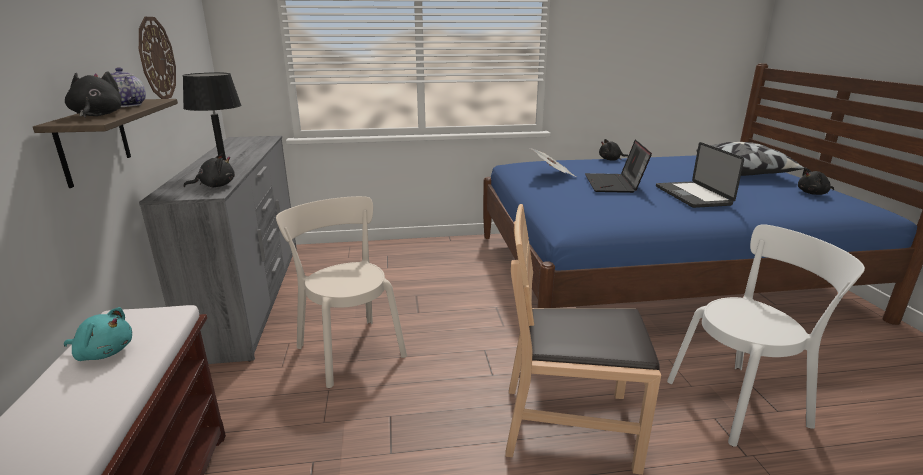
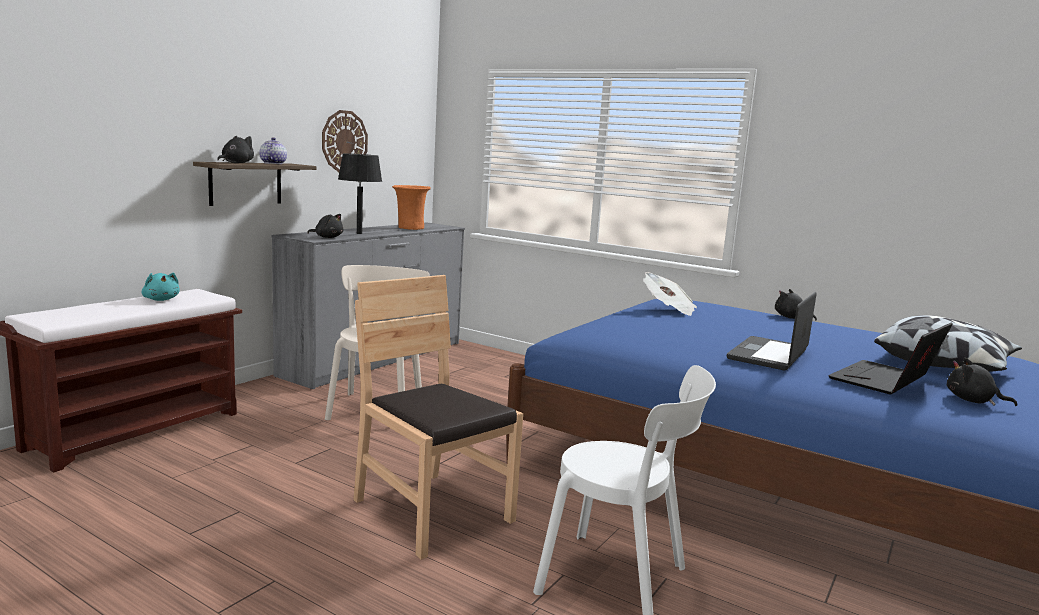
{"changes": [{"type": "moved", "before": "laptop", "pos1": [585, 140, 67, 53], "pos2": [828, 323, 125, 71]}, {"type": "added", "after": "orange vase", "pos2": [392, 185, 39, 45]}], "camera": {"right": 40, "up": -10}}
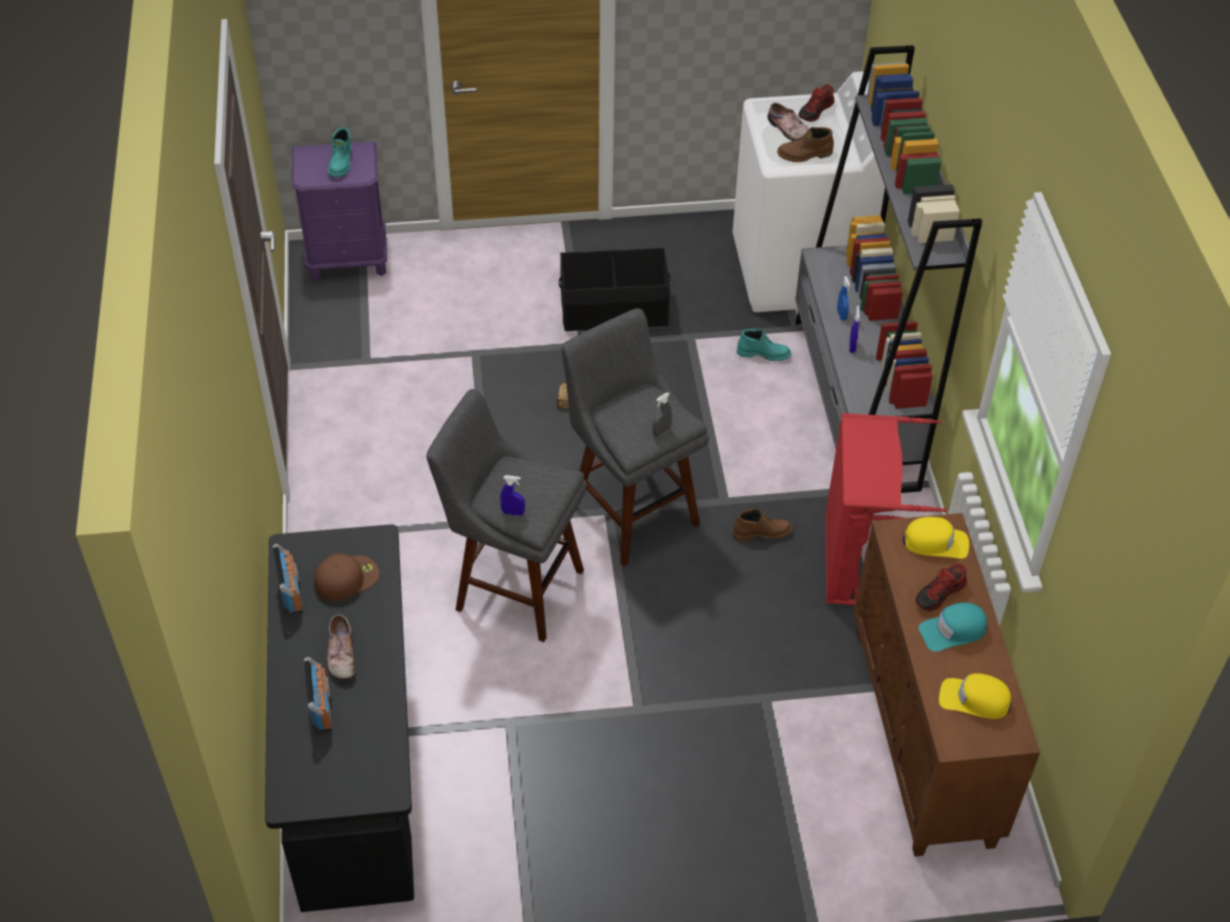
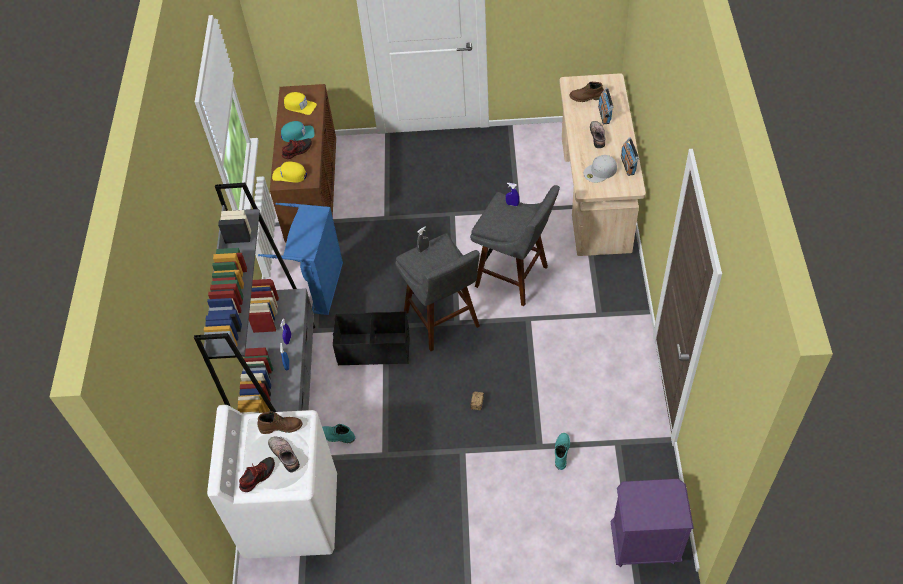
{"changes": [{"type": "moved", "before": "turquoise boot", "pos1": [328, 127, 24, 50], "pos2": [555, 433, 15, 37]}, {"type": "moved", "before": "black storage box", "pos1": [559, 248, 111, 83], "pos2": [333, 311, 77, 55]}, {"type": "recoloured", "before": "red laundry basket", "after": "blue laundry basket", "pos1": [825, 413, 122, 192], "pos2": [258, 203, 85, 112]}, {"type": "moved", "before": "brown boot", "pos1": [733, 509, 59, 32], "pos2": [569, 82, 35, 20]}, {"type": "recoloured", "before": "black desk", "after": "beige desk", "pos1": [265, 524, 149, 388], "pos2": [560, 73, 86, 183]}, {"type": "recoloured", "before": "brown cap", "after": "white cap", "pos1": [314, 553, 66, 49], "pos2": [583, 155, 34, 28]}], "camera": {"right": -170, "up": 5}}
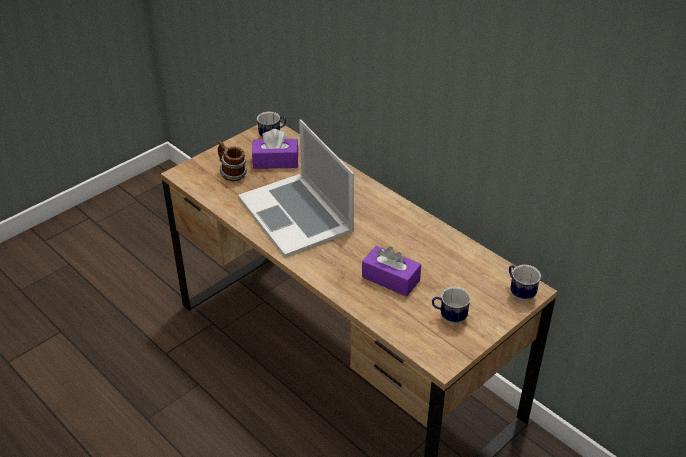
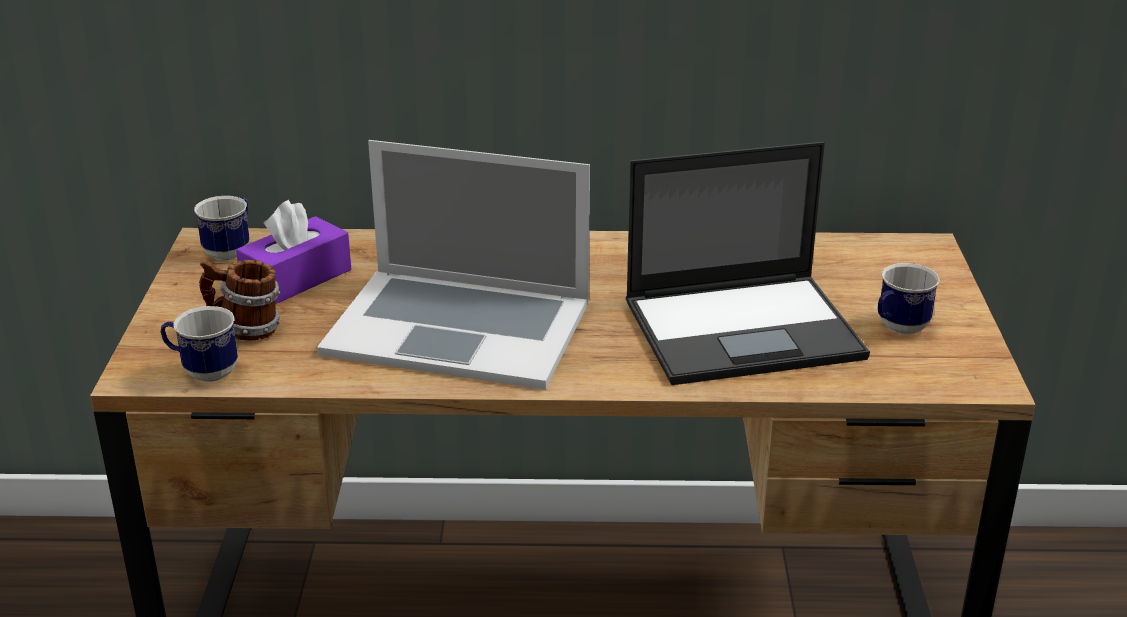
{"changes": [{"type": "replaced", "before": "purple tissue box", "after": "laptop", "pos1": [362, 246, 59, 51], "pos2": [626, 142, 244, 243]}, {"type": "moved", "before": "mug", "pos1": [509, 265, 32, 36], "pos2": [161, 306, 77, 76]}], "camera": {"right": -45, "up": -10}}
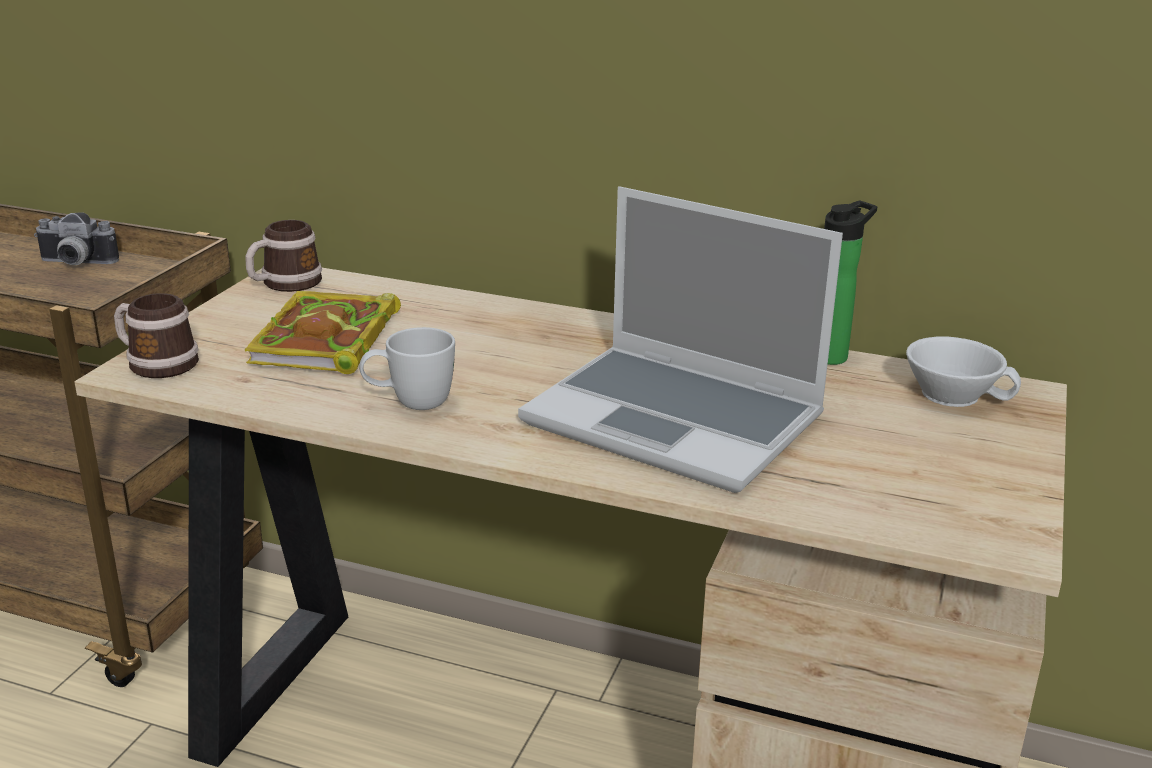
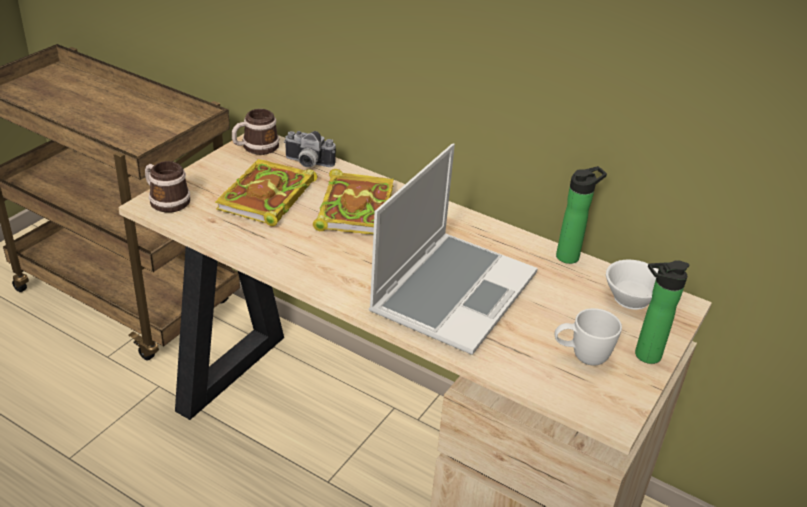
{"changes": [{"type": "turned", "before": "laptop", "pos1": [518, 186, 325, 307], "pos2": [369, 143, 169, 212], "turn": -105}, {"type": "moved", "before": "photo camera", "pos1": [34, 212, 85, 53], "pos2": [284, 131, 52, 36]}, {"type": "moved", "before": "white mug", "pos1": [359, 327, 96, 83], "pos2": [555, 308, 67, 58]}, {"type": "added", "after": "book", "pos2": [313, 169, 81, 65]}, {"type": "added", "after": "bottle", "pos2": [635, 260, 55, 104]}], "camera": {"right": 10, "up": 10}}
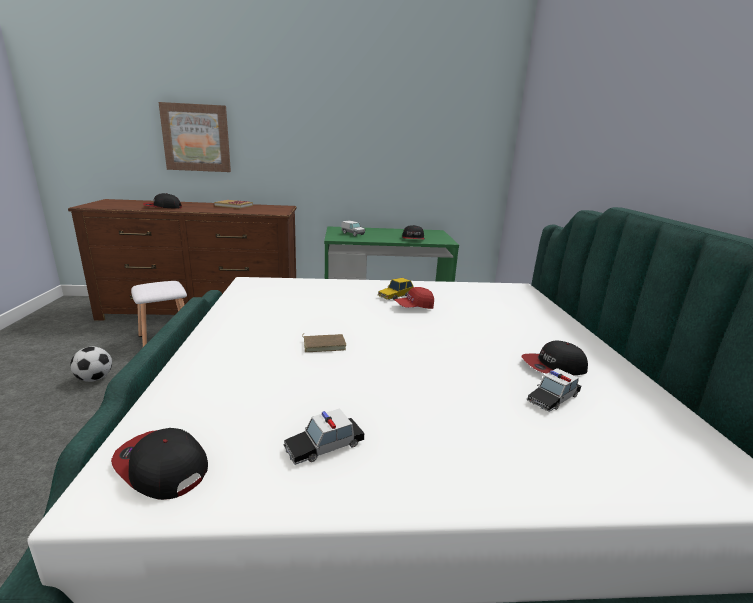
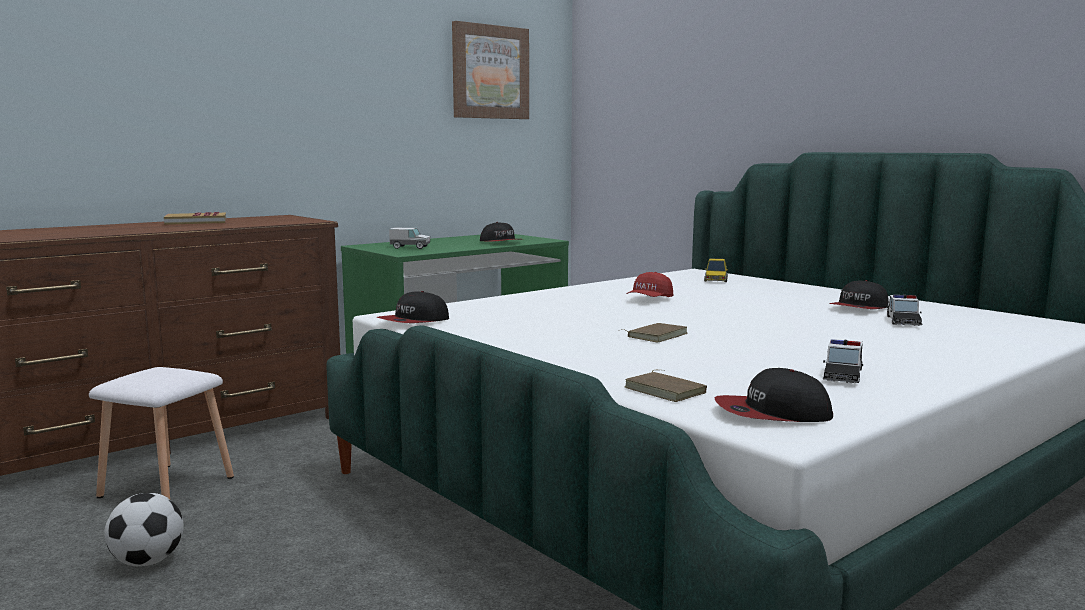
{"changes": [{"type": "moved", "before": "picture", "pos1": [158, 102, 73, 70], "pos2": [452, 21, 77, 98]}, {"type": "moved", "before": "cap", "pos1": [143, 193, 39, 16], "pos2": [377, 291, 72, 32]}, {"type": "moved", "before": "toy car", "pos1": [378, 278, 36, 22], "pos2": [704, 258, 24, 24]}, {"type": "added", "after": "brown book", "pos2": [624, 370, 83, 32]}], "camera": {"right": -35, "up": -10}}
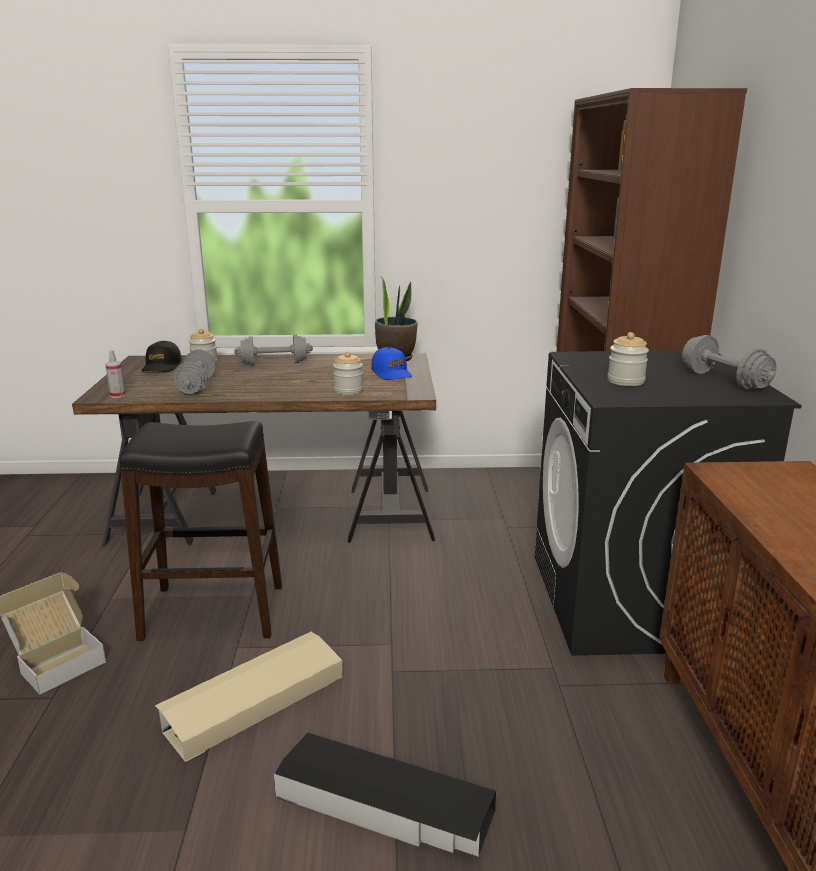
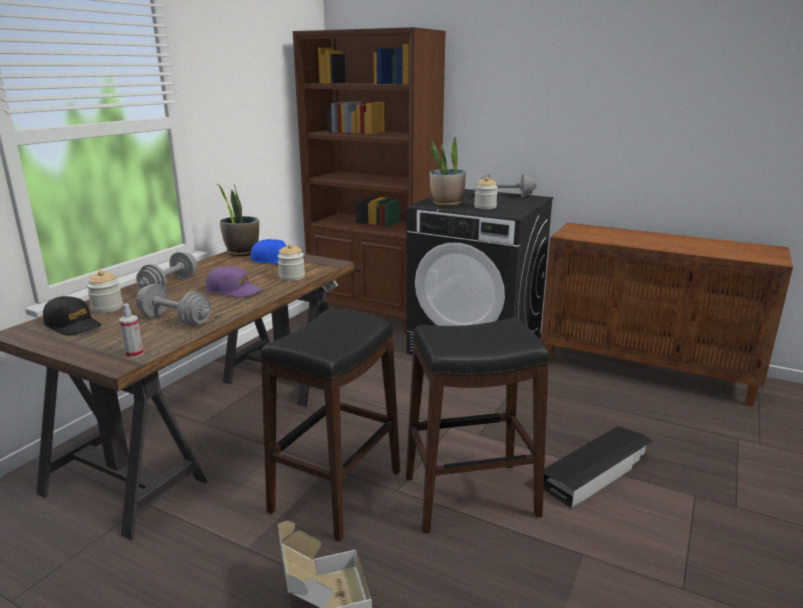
{"changes": [{"type": "replaced", "before": "beige storage box", "after": "black stool", "pos1": [155, 631, 188, 131], "pos2": [406, 318, 143, 215]}, {"type": "added", "after": "potted plant", "pos2": [429, 137, 37, 69]}, {"type": "added", "after": "purple cap", "pos2": [206, 266, 57, 32]}], "camera": {"right": -60, "up": 0}}
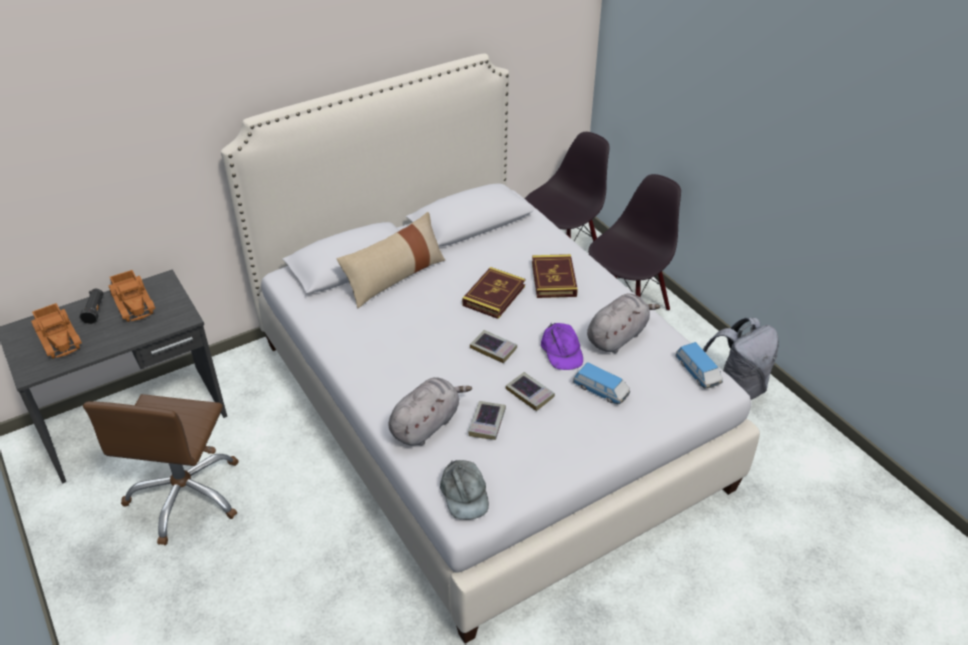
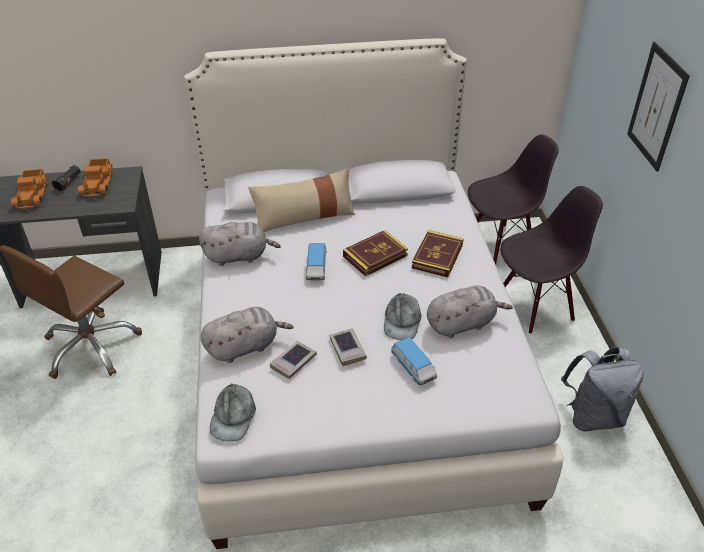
{"changes": [{"type": "recoloured", "before": "purple cap", "after": "grey cap", "pos1": [541, 323, 42, 47], "pos2": [384, 292, 37, 48]}, {"type": "removed", "before": "book", "pos1": [470, 330, 47, 33]}, {"type": "moved", "before": "toy car", "pos1": [675, 342, 48, 47], "pos2": [305, 243, 22, 37]}, {"type": "added", "after": "picture", "pos2": [627, 42, 63, 130]}, {"type": "added", "after": "grey plush toy", "pos2": [199, 222, 82, 44]}], "camera": {"right": 25, "up": 0}}
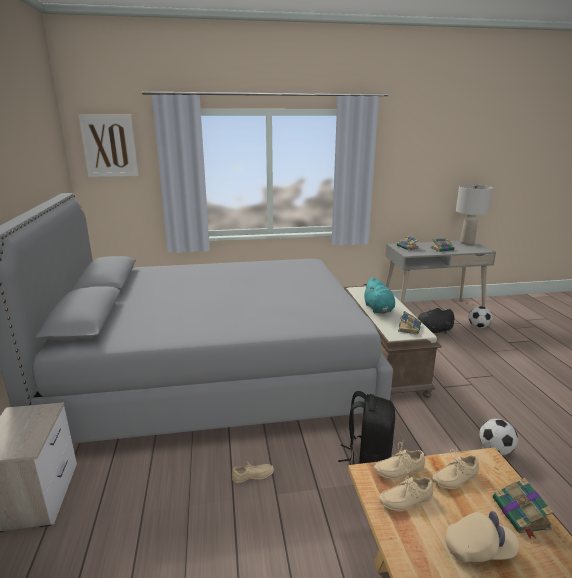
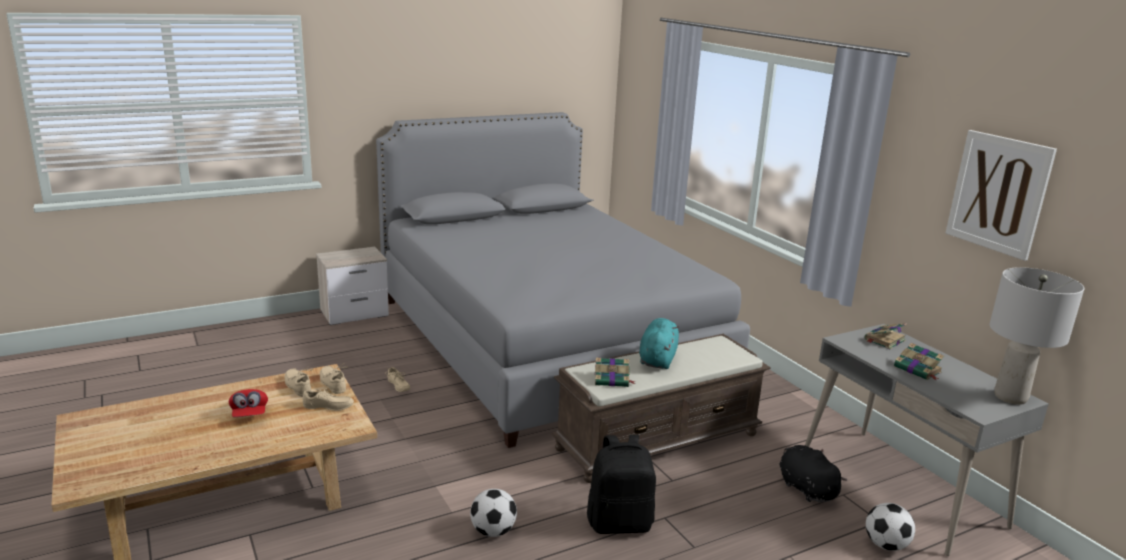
{"changes": [{"type": "moved", "before": "picture", "pos1": [79, 115, 60, 62], "pos2": [946, 130, 111, 131]}, {"type": "turned", "before": "turquoise plush toy", "pos1": [364, 277, 31, 37], "pos2": [639, 318, 40, 51], "turn": 135}, {"type": "moved", "before": "black backpack", "pos1": [338, 391, 57, 74], "pos2": [587, 435, 69, 99]}, {"type": "turned", "before": "beige shoe", "pos1": [432, 449, 47, 40], "pos2": [303, 389, 51, 22], "turn": 135}, {"type": "removed", "before": "book", "pos1": [493, 478, 61, 61]}, {"type": "recoloured", "before": "beige cap", "after": "red cap", "pos1": [445, 511, 74, 51], "pos2": [229, 389, 39, 28]}], "camera": {"right": 70, "up": 0}}
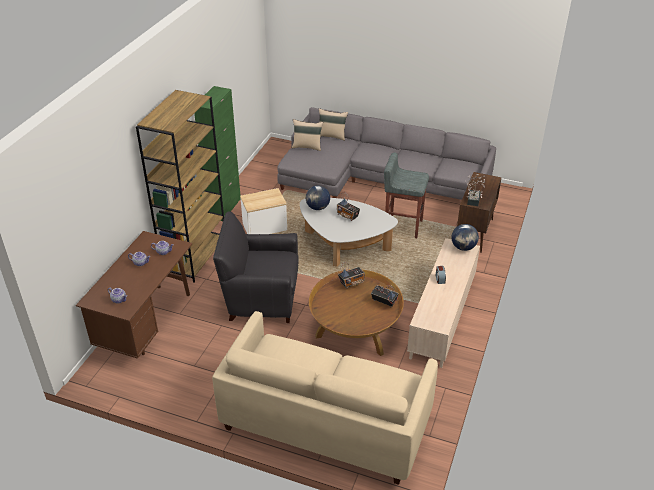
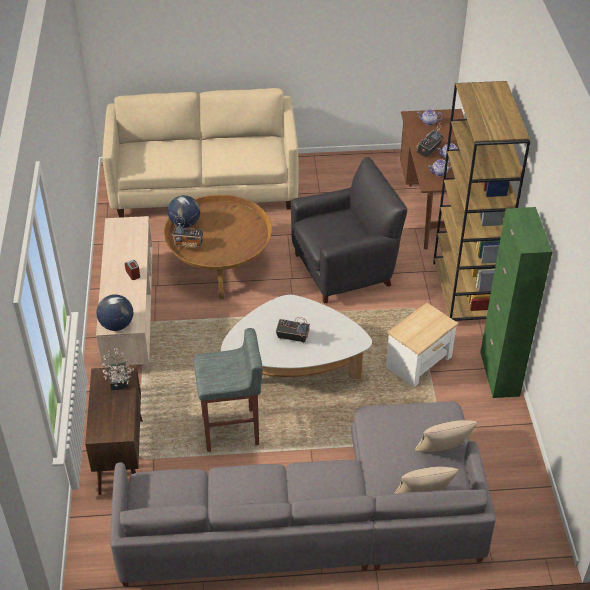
{"changes": [{"type": "moved", "before": "globe", "pos1": [306, 186, 24, 24], "pos2": [168, 195, 32, 33]}, {"type": "moved", "before": "radio", "pos1": [338, 262, 27, 27], "pos2": [416, 122, 28, 36]}], "camera": {"right": 155, "up": 5}}
